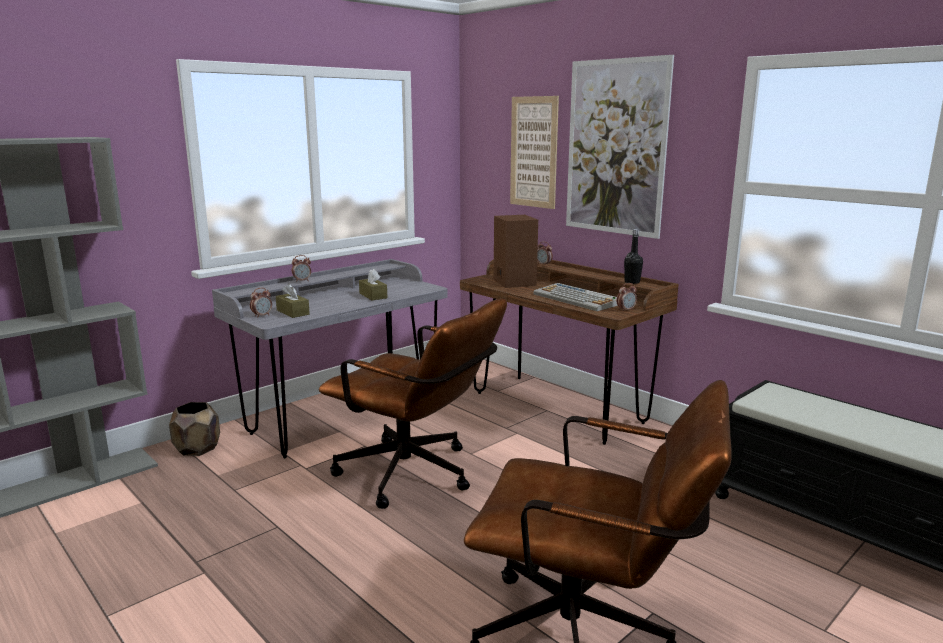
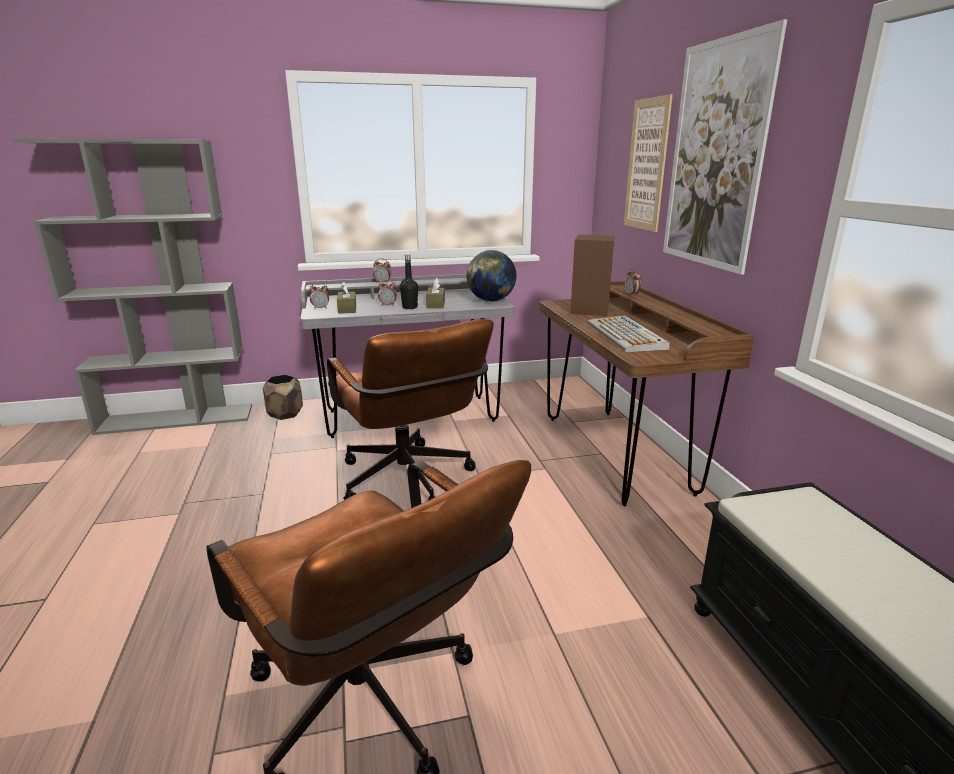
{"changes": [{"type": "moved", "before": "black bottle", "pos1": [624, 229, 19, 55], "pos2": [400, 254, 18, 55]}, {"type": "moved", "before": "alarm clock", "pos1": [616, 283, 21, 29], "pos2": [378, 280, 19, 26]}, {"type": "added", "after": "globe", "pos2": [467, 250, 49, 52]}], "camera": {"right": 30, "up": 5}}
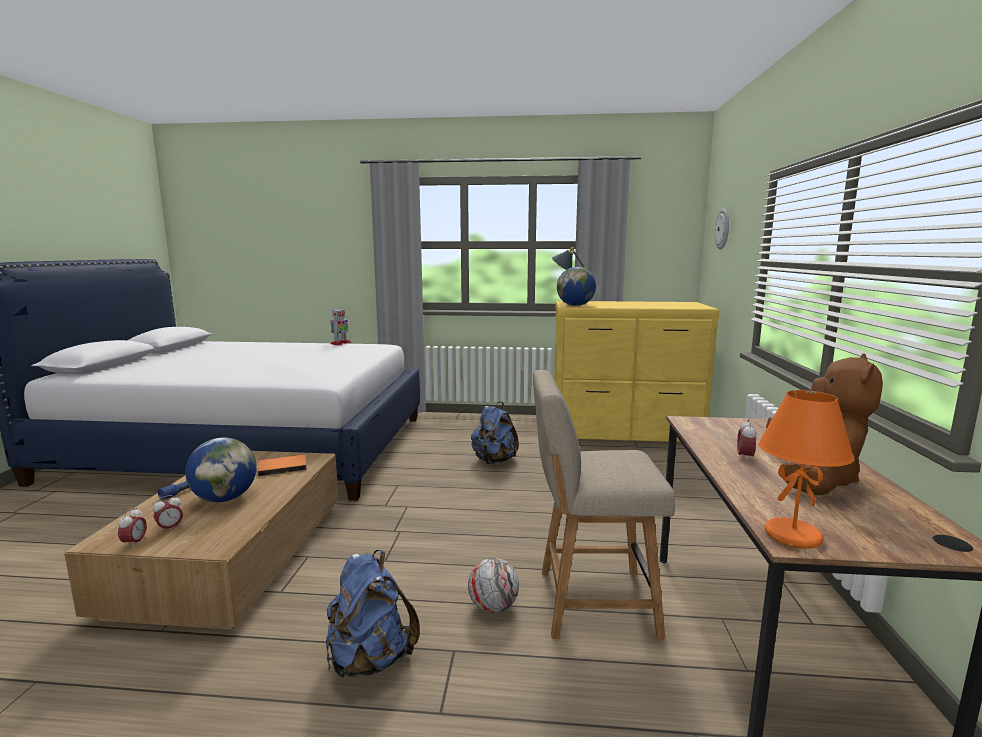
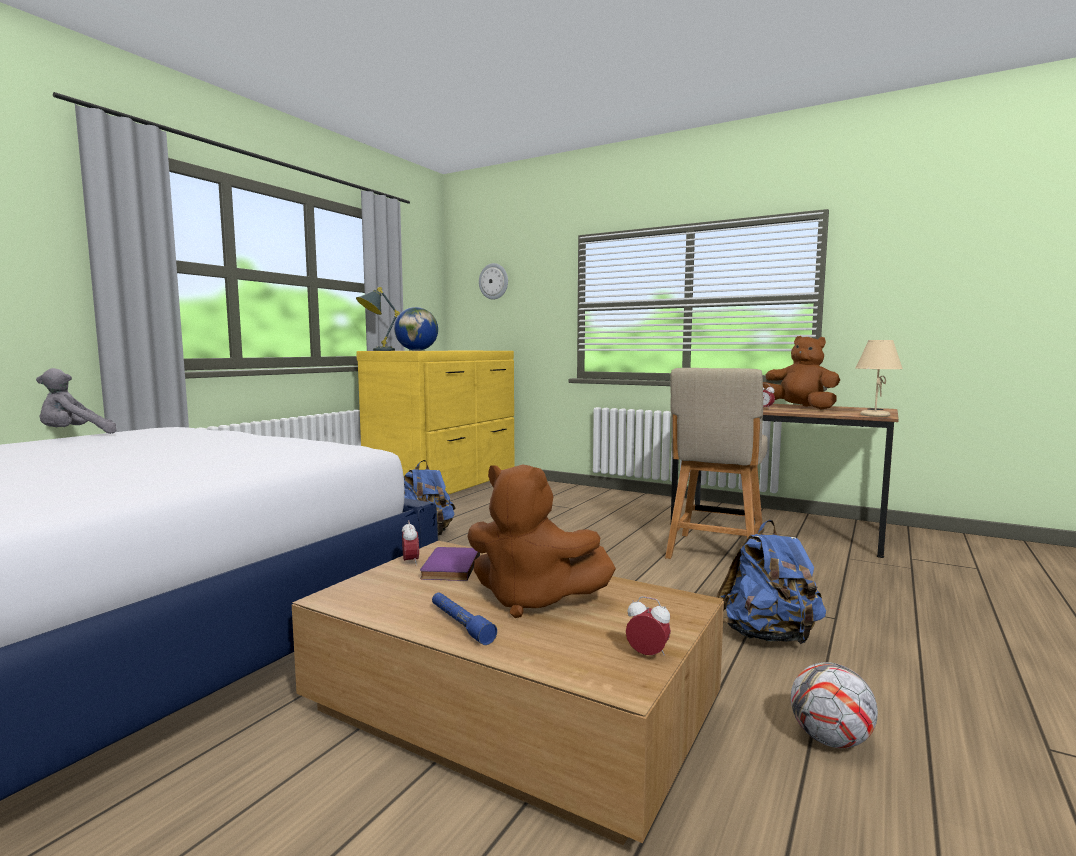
{"changes": [{"type": "replaced", "before": "toy robot", "after": "grey plush toy", "pos1": [331, 310, 20, 35], "pos2": [36, 368, 80, 66]}, {"type": "recoloured", "before": "orange table lamp", "after": "beige table lamp", "pos1": [758, 390, 97, 159], "pos2": [855, 340, 48, 77]}, {"type": "replaced", "before": "globe", "after": "brown plush toy", "pos1": [185, 437, 72, 65], "pos2": [468, 464, 148, 154]}, {"type": "recoloured", "before": "orange book", "after": "purple book", "pos1": [258, 455, 48, 21], "pos2": [420, 547, 60, 34]}, {"type": "moved", "before": "alarm clock", "pos1": [153, 495, 30, 38], "pos2": [402, 520, 17, 46]}, {"type": "moved", "before": "football", "pos1": [468, 558, 51, 55], "pos2": [791, 662, 87, 86]}], "camera": {"right": -65, "up": -5}}
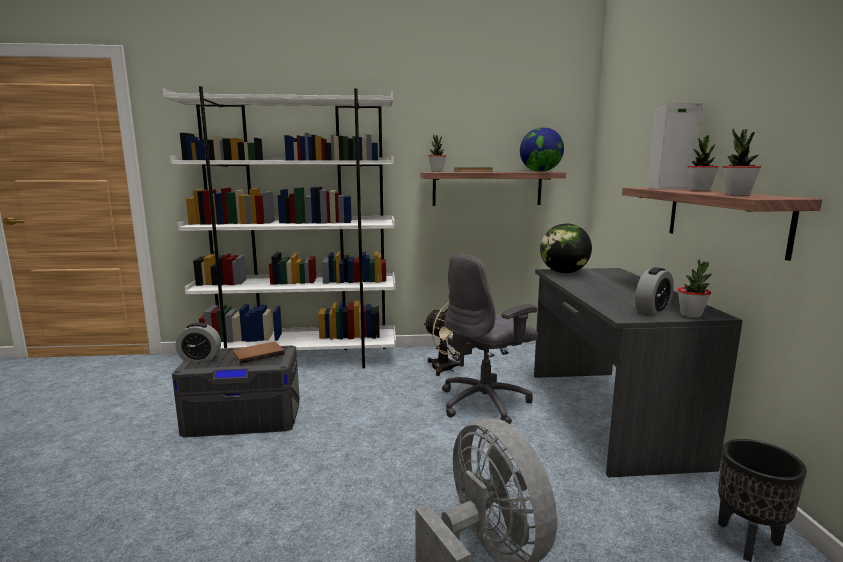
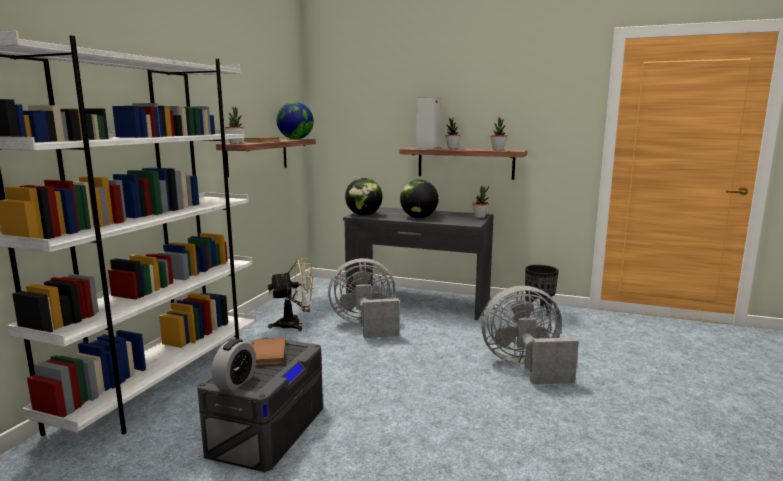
{"changes": [{"type": "replaced", "before": "grey office chair", "after": "grey fan", "pos1": [442, 254, 96, 170], "pos2": [328, 258, 71, 80]}, {"type": "removed", "before": "alarm clock", "pos1": [635, 267, 39, 49]}, {"type": "added", "after": "globe", "pos2": [400, 180, 39, 38]}], "camera": {"right": -65, "up": 0}}
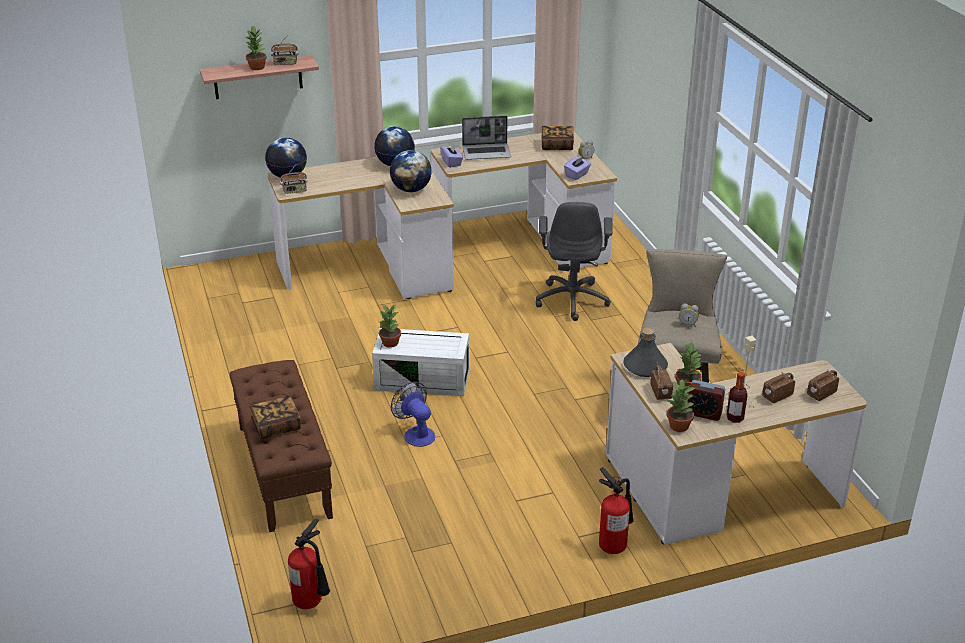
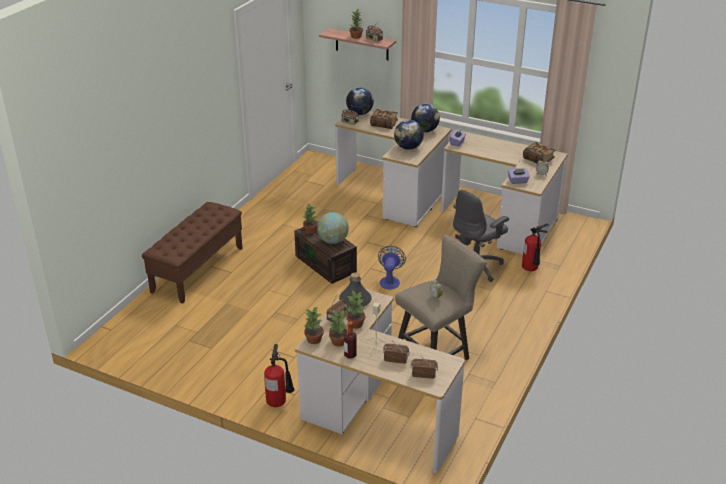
{"changes": [{"type": "removed", "before": "laptop", "pos1": [462, 116, 49, 44]}, {"type": "recoloured", "before": "white storage box", "after": "brown storage box", "pos1": [372, 328, 97, 68], "pos2": [294, 221, 63, 63]}, {"type": "replaced", "before": "alarm clock", "after": "potted plant", "pos1": [687, 380, 38, 41], "pos2": [329, 310, 19, 36]}, {"type": "moved", "before": "fan", "pos1": [391, 382, 44, 65], "pos2": [378, 246, 28, 43]}, {"type": "moved", "before": "book", "pos1": [250, 396, 51, 43], "pos2": [370, 109, 28, 20]}, {"type": "moved", "before": "fire extinguisher", "pos1": [288, 519, 42, 90], "pos2": [522, 224, 27, 47]}, {"type": "added", "after": "globe", "pos2": [317, 212, 32, 32]}], "camera": {"right": 45, "up": 0}}
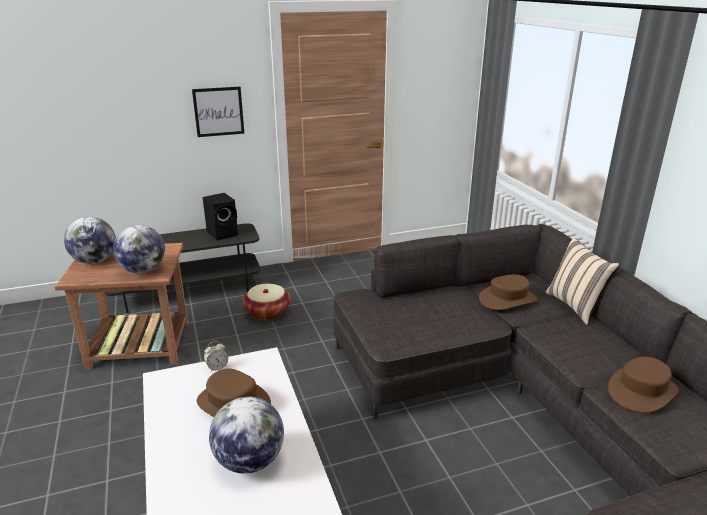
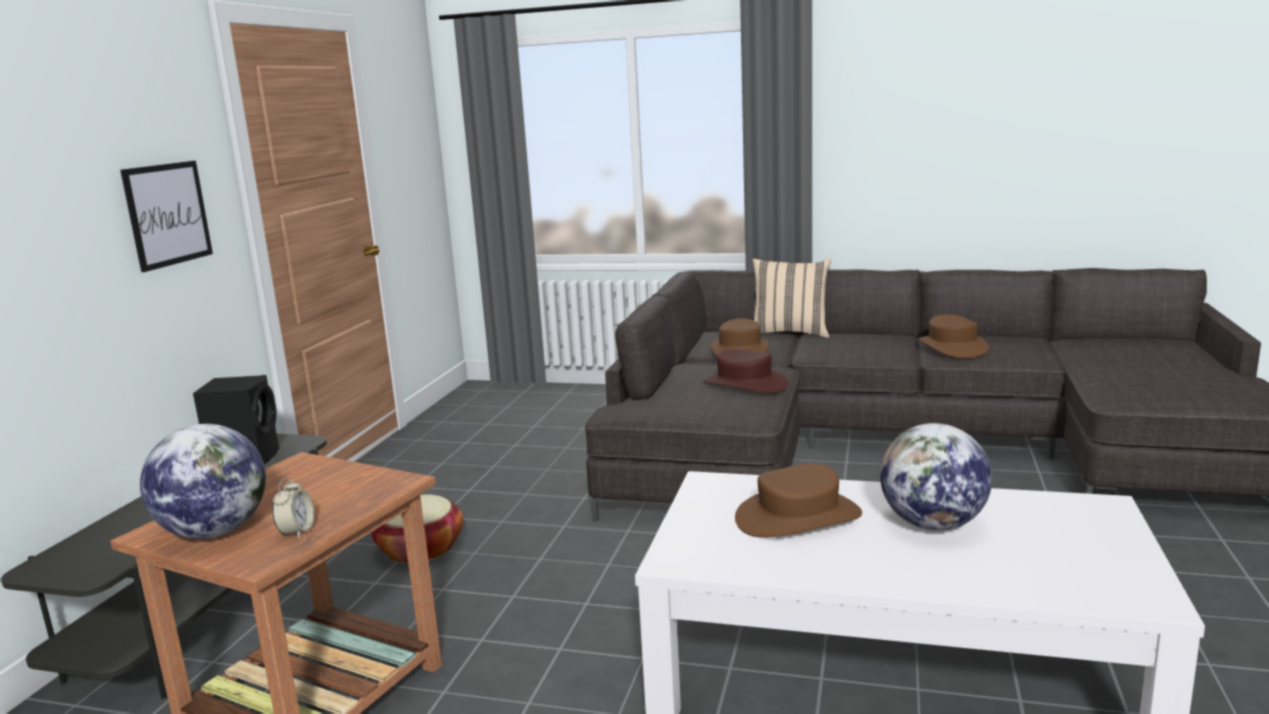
{"changes": [{"type": "removed", "before": "globe", "pos1": [113, 225, 52, 49]}, {"type": "moved", "before": "alarm clock", "pos1": [204, 341, 24, 30], "pos2": [272, 478, 42, 61]}, {"type": "added", "after": "brown hat", "pos2": [703, 349, 85, 44]}], "camera": {"right": -55, "up": -10}}
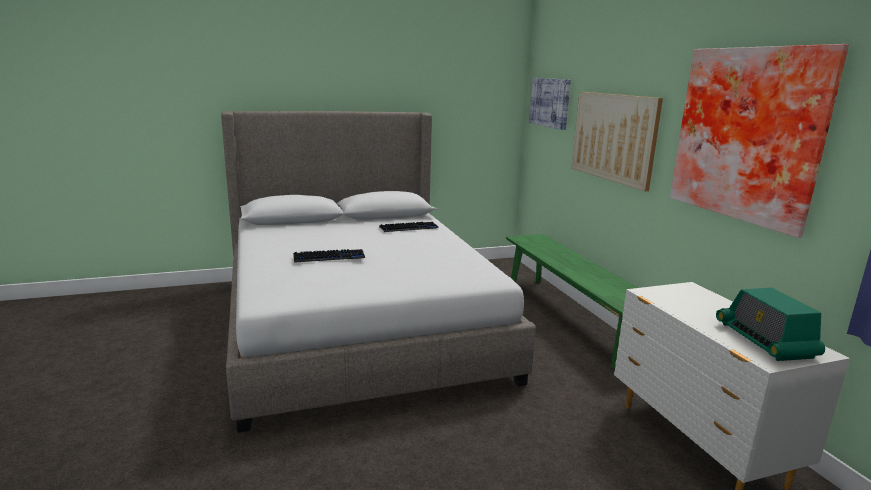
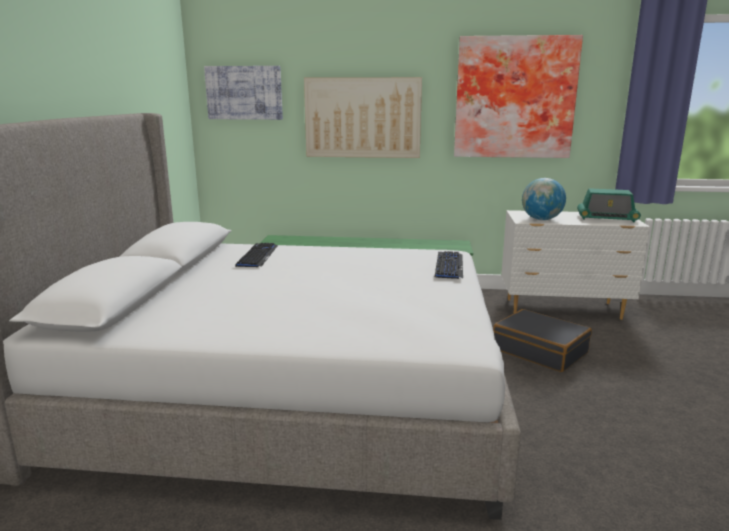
{"changes": [{"type": "moved", "before": "keyboard", "pos1": [293, 249, 72, 14], "pos2": [435, 251, 28, 28]}, {"type": "added", "after": "globe", "pos2": [522, 178, 44, 42]}, {"type": "added", "after": "black suitcase", "pos2": [493, 309, 99, 63]}], "camera": {"right": -65, "up": 0}}
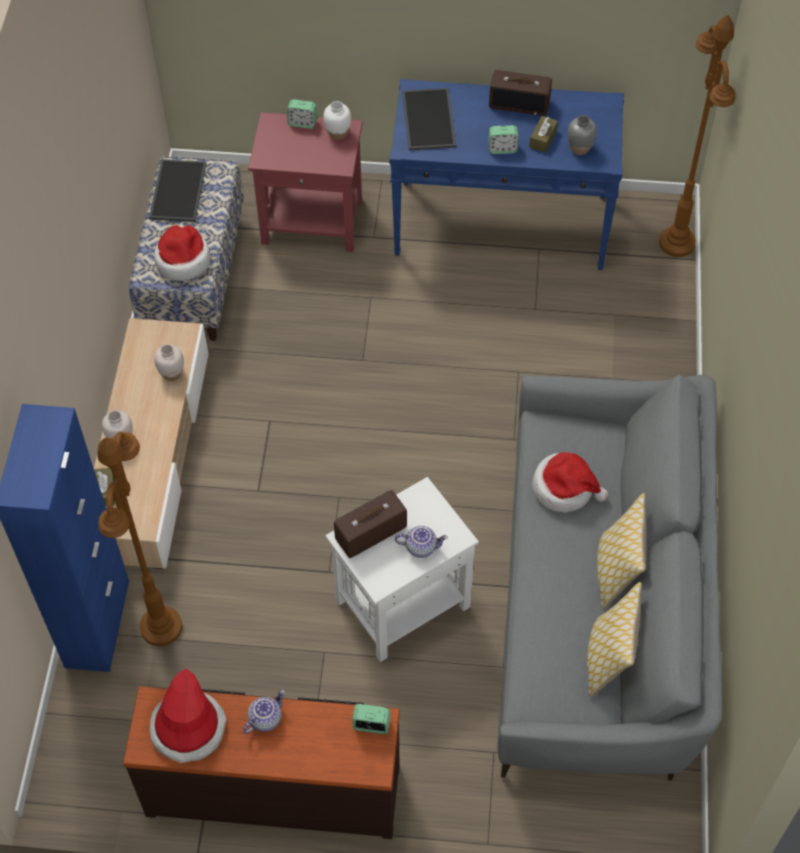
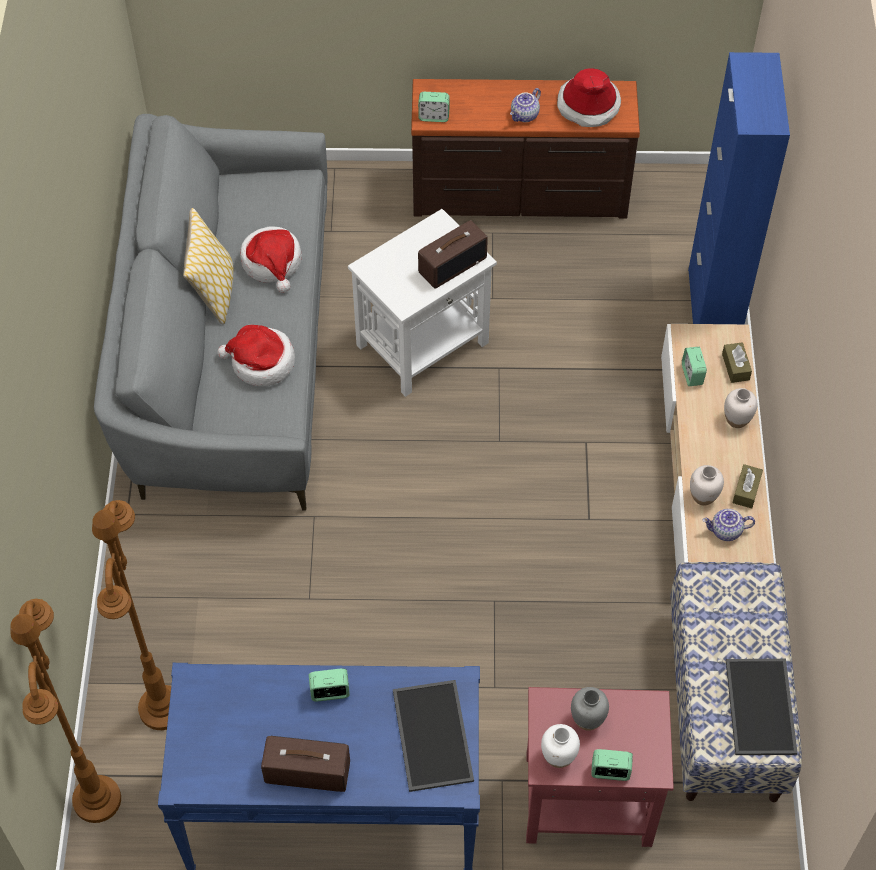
{"changes": [{"type": "moved", "before": "grey vase", "pos1": [568, 115, 29, 40], "pos2": [571, 687, 38, 44]}, {"type": "moved", "before": "brown tissue box", "pos1": [529, 116, 29, 36], "pos2": [732, 464, 31, 45]}, {"type": "moved", "before": "hat", "pos1": [154, 225, 56, 56], "pos2": [240, 227, 62, 66]}, {"type": "moved", "before": "brown floor lamp", "pos1": [97, 432, 85, 214], "pos2": [92, 500, 79, 230]}, {"type": "moved", "before": "teapot", "pos1": [395, 526, 53, 32], "pos2": [702, 509, 53, 32]}, {"type": "removed", "before": "pillow", "pos1": [587, 582, 55, 115]}, {"type": "added", "after": "alarm clock", "pos2": [682, 347, 25, 39]}], "camera": {"right": 175, "up": 0}}
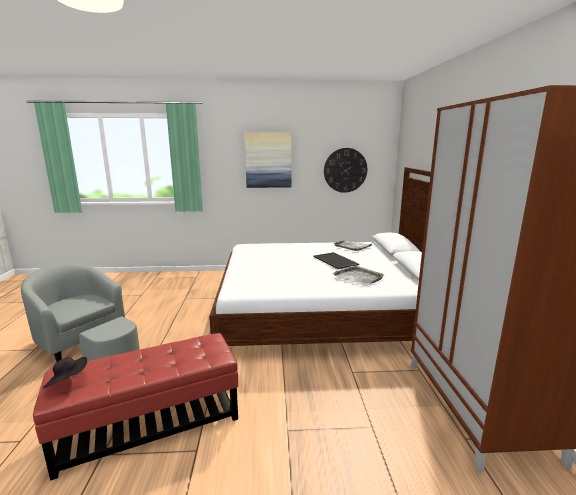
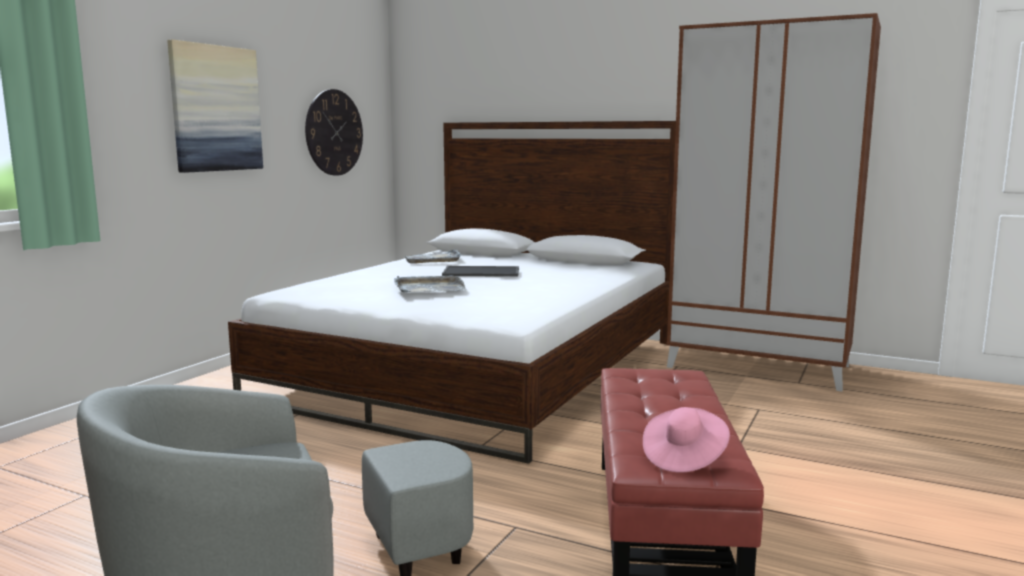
{"changes": [{"type": "moved", "before": "grey tray", "pos1": [332, 265, 52, 21], "pos2": [394, 275, 72, 18]}, {"type": "recoloured", "before": "black hat", "after": "pink hat", "pos1": [43, 357, 44, 31], "pos2": [643, 407, 87, 66]}], "camera": {"right": -60, "up": -5}}
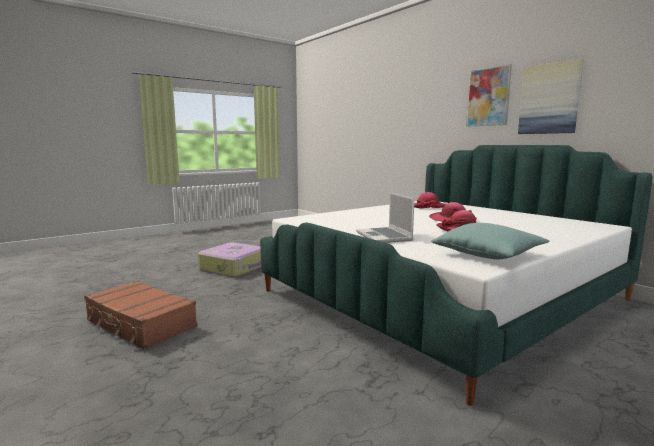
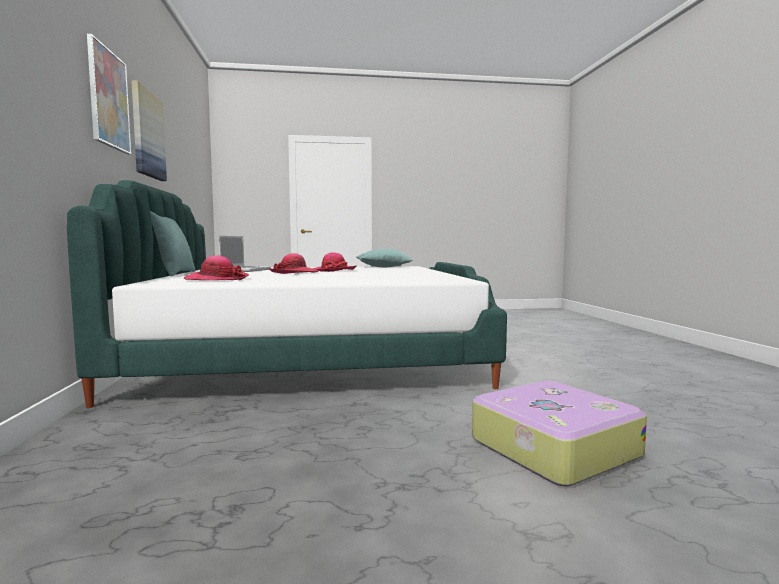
{"changes": [{"type": "moved", "before": "laptop", "pos1": [356, 192, 59, 51], "pos2": [219, 236, 52, 36]}, {"type": "removed", "before": "brown suitcase", "pos1": [84, 281, 113, 68]}, {"type": "added", "after": "turquoise pillow", "pos2": [150, 211, 45, 65]}], "camera": {"right": -150, "up": -5}}
